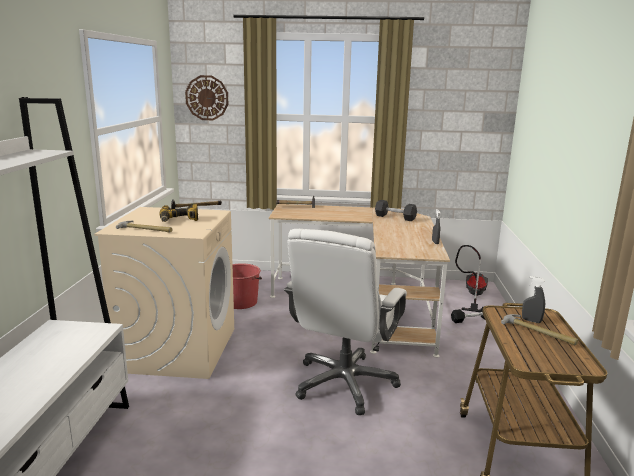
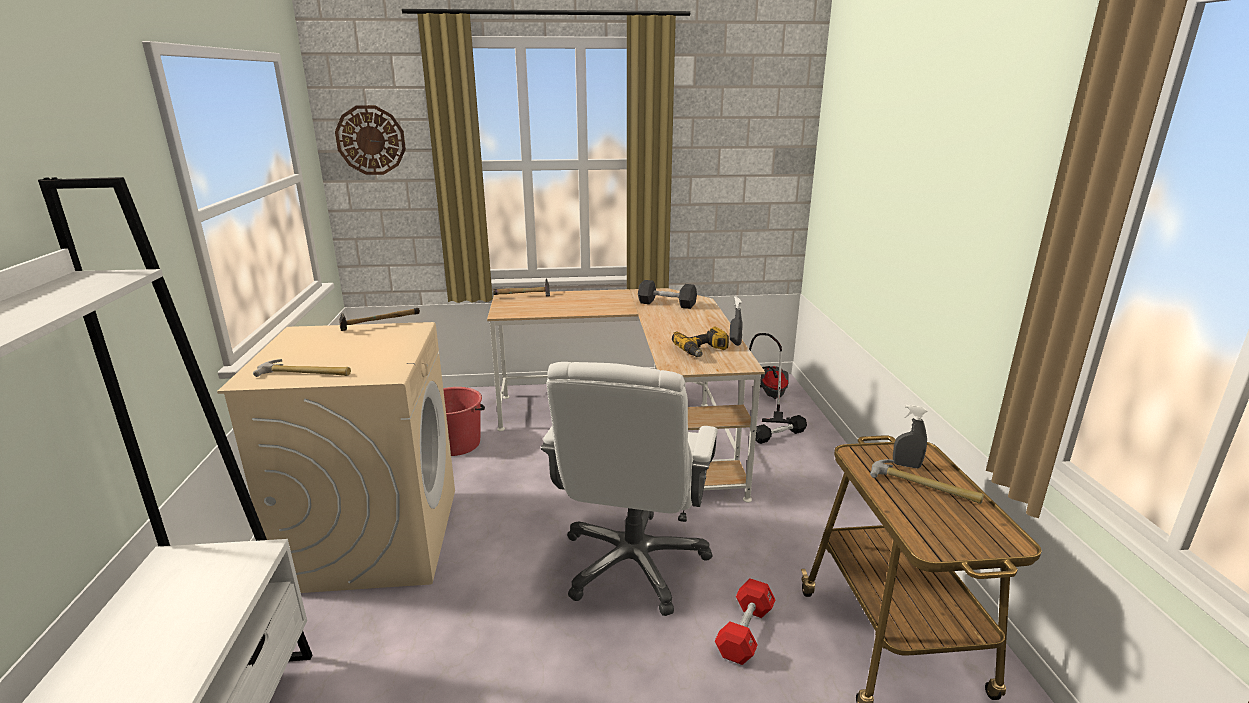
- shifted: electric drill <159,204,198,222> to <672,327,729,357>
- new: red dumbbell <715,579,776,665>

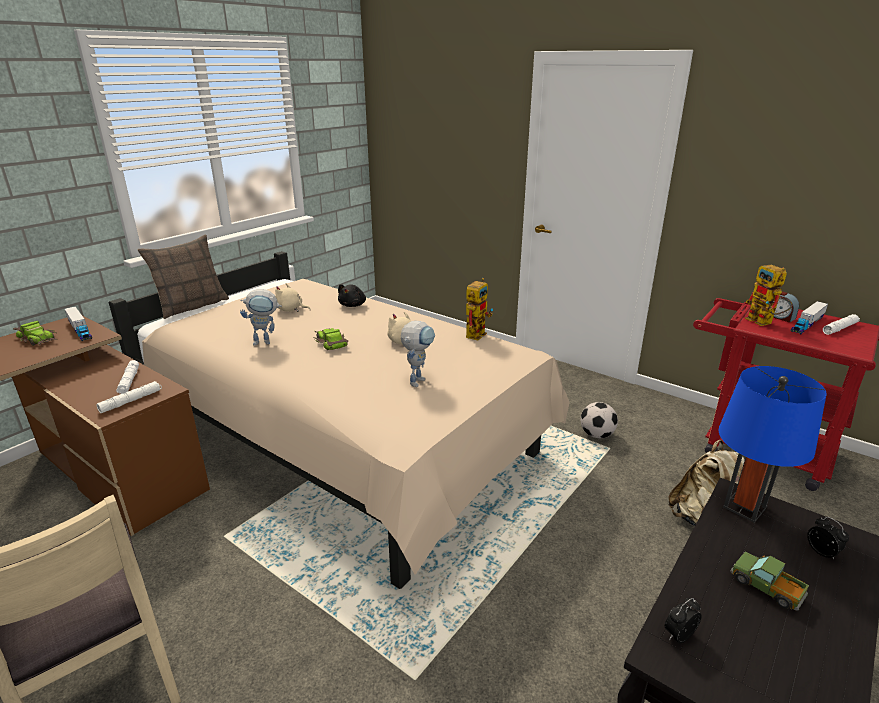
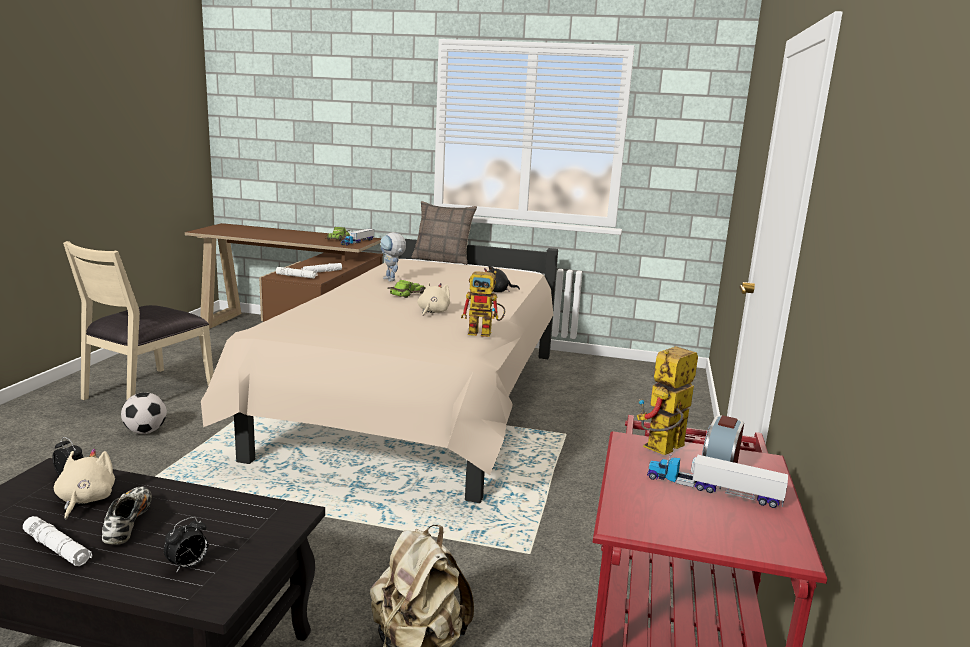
- shifted: sand-coloured cuddly toy <275,283,311,312> to <54,449,115,520>
- gone: robot figure <401,321,435,387>
- shifted: football ball <580,402,618,438> to <121,392,167,434>
- gone: blue-coloured table lamp <718,366,827,523>
- swapped: toy lorry <730,552,809,611> to shoe <102,486,152,545>
- shifted: whitish flashlight <823,314,860,335> to <23,516,92,566>

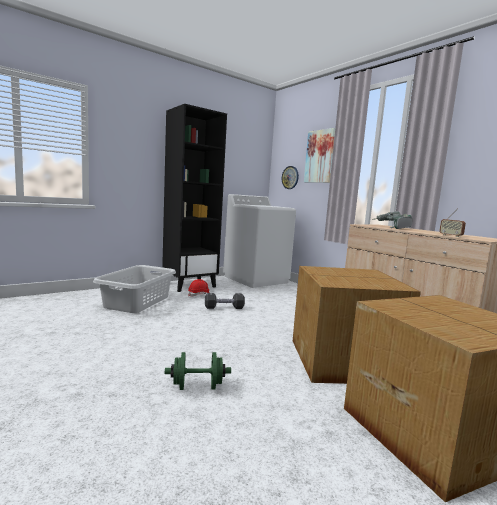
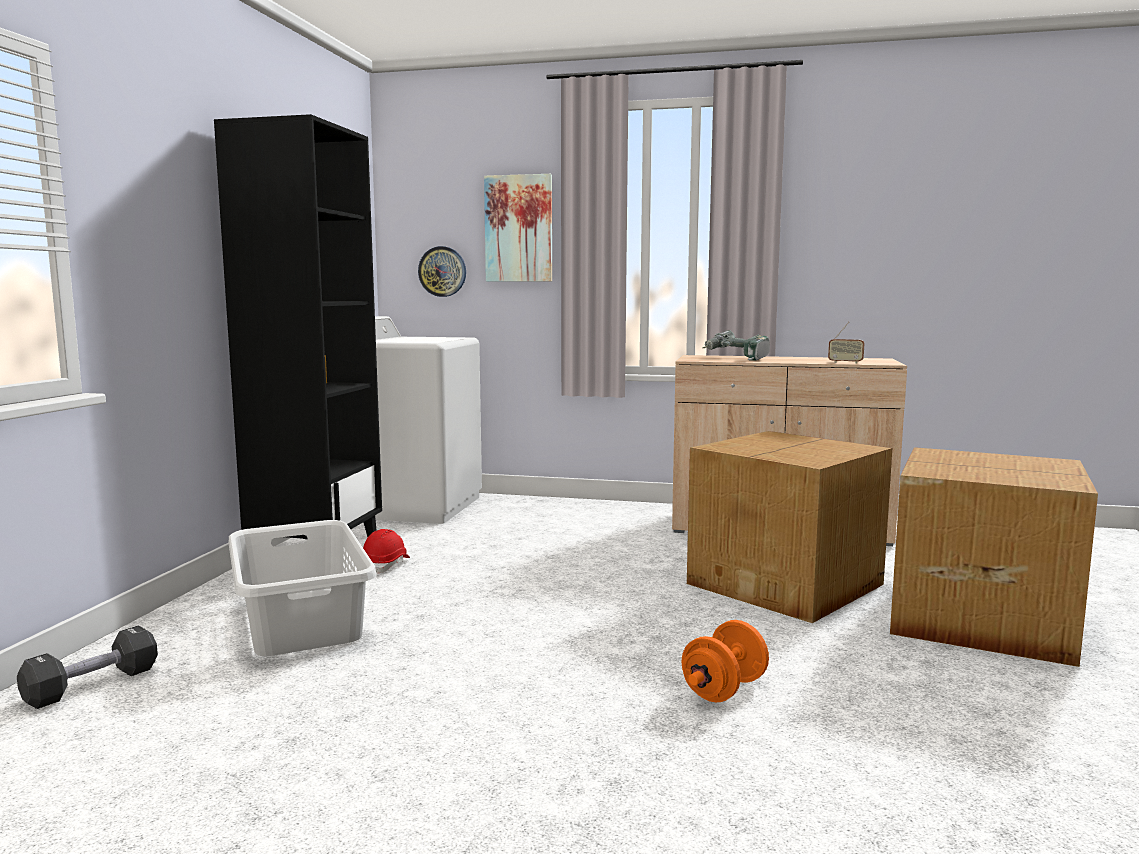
- repainted: green dumbbell <165,352,231,390> to orange-coloured dumbbell <682,620,769,702>
- shifted: black dumbbell <205,293,245,309> to <17,626,158,709>

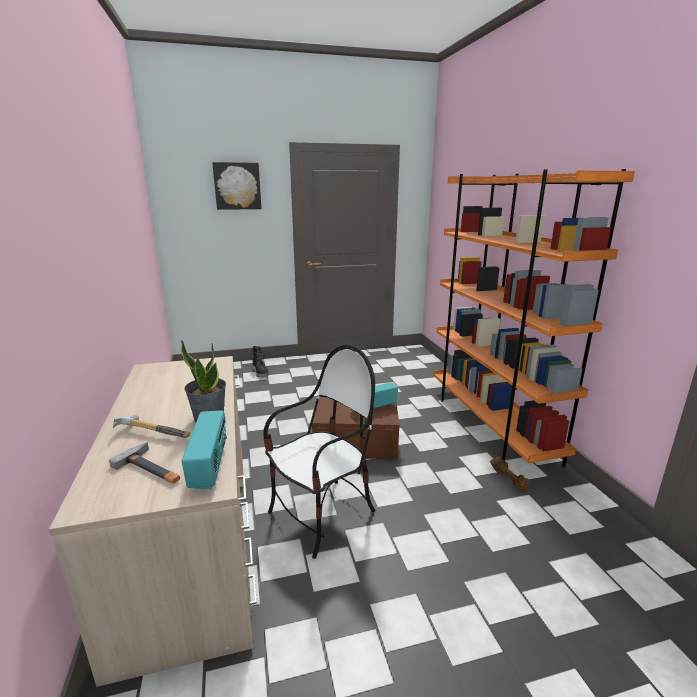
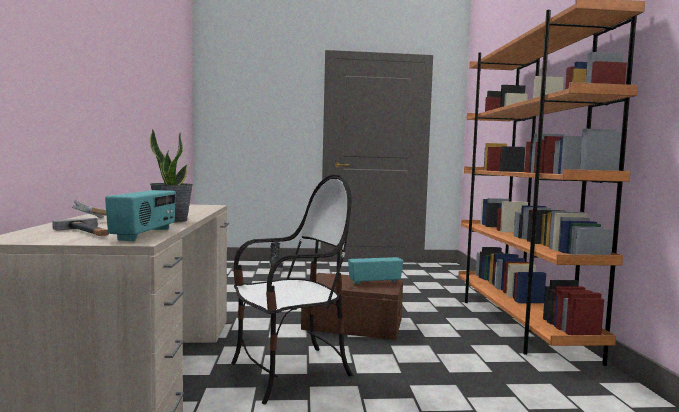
- gone: wall art <212,162,261,210>
- gone: brown-coloured dumbbell <490,456,530,491>

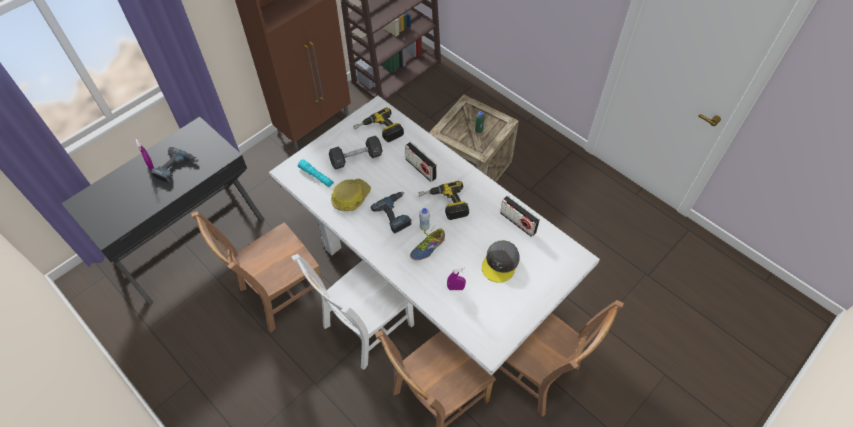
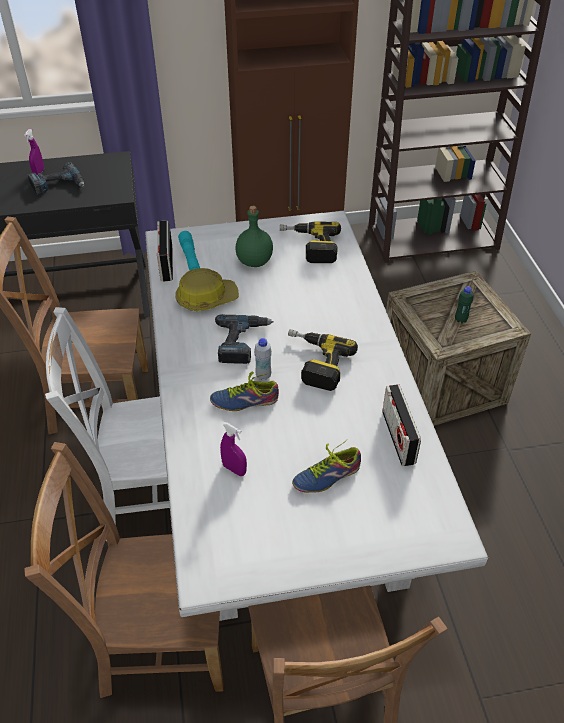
- swapped: black dumbbell <329,136,383,169> to green beverage bottle <236,206,273,267>
- shifted: radio receiver <405,142,437,182> to <157,221,173,281>
- swapped: greyish peaked cap <482,240,520,283> to shoe <292,440,361,493>

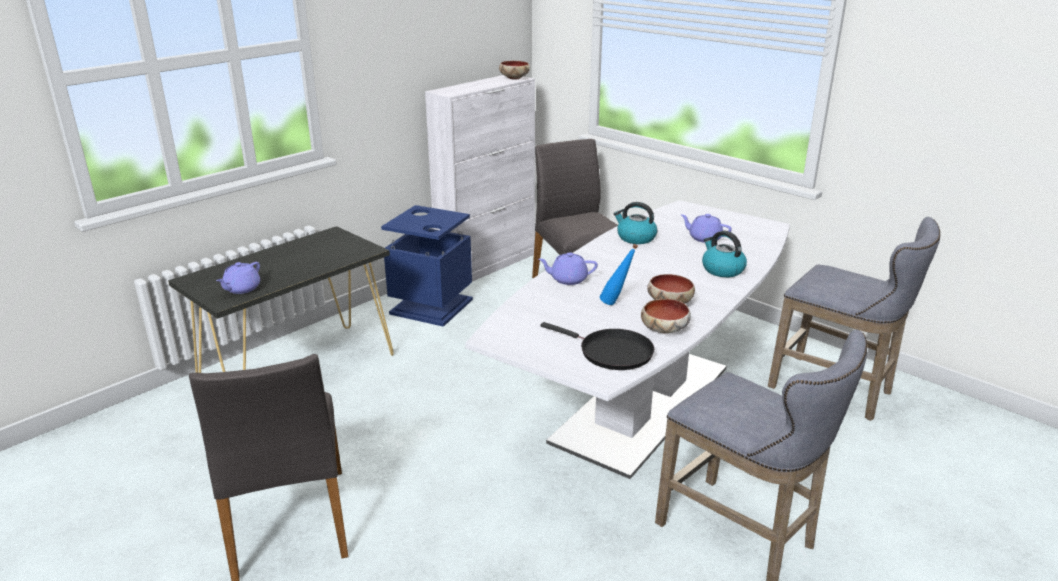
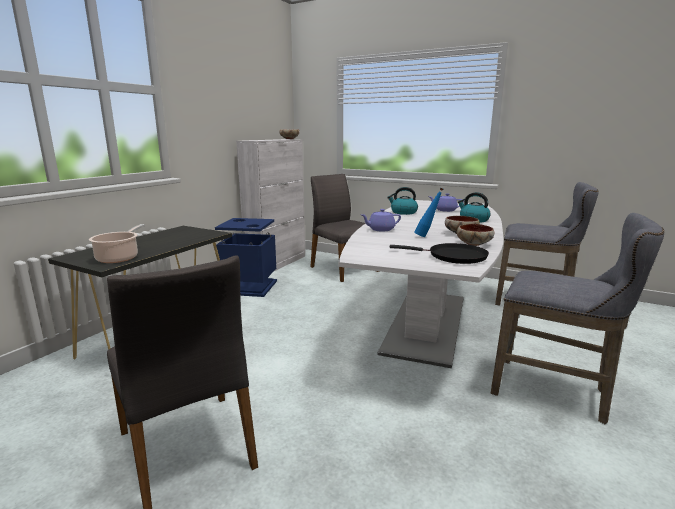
- swapped: purple tea pot <216,262,260,294> to cooking pot <89,224,145,263>

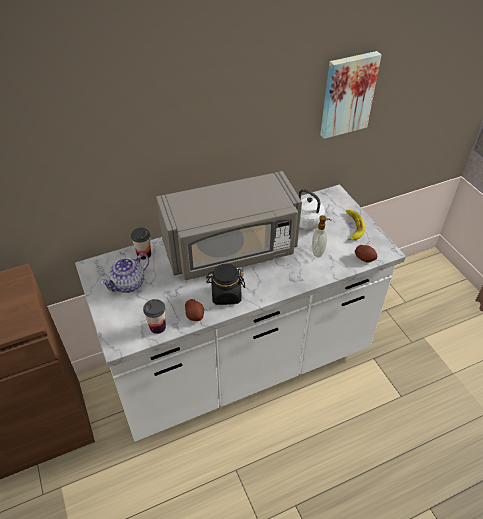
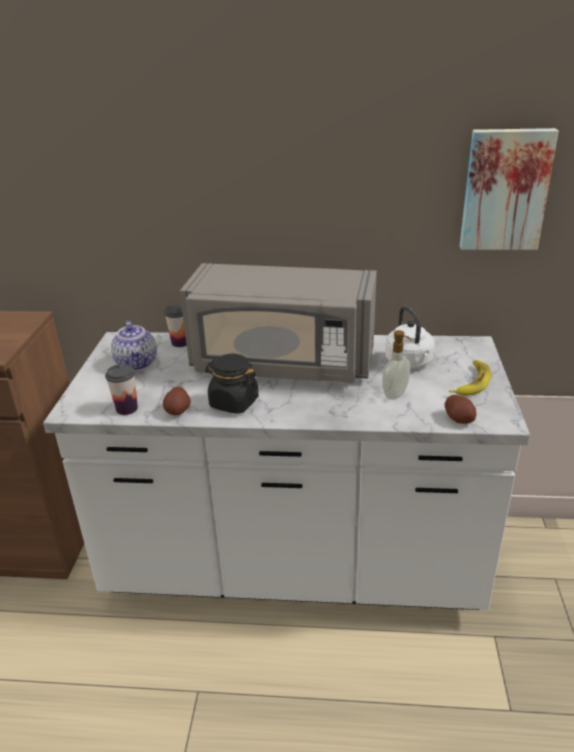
- rotated: tea pot <100,253,149,293> = <111,320,157,370> 90 degrees counterclockwise

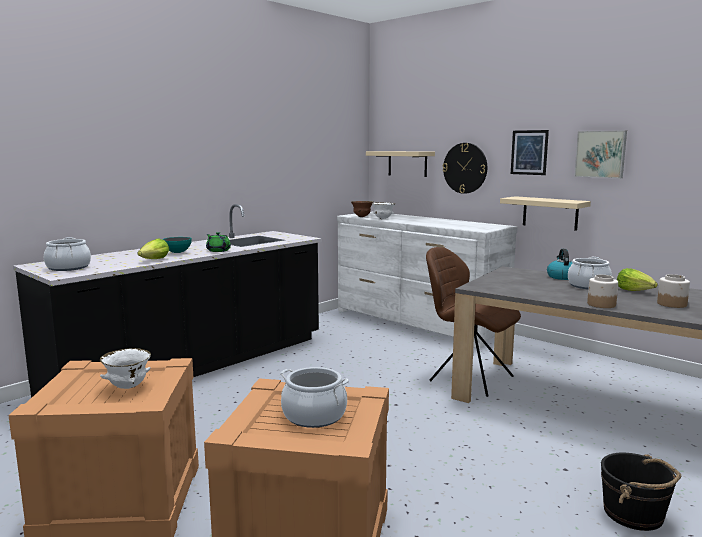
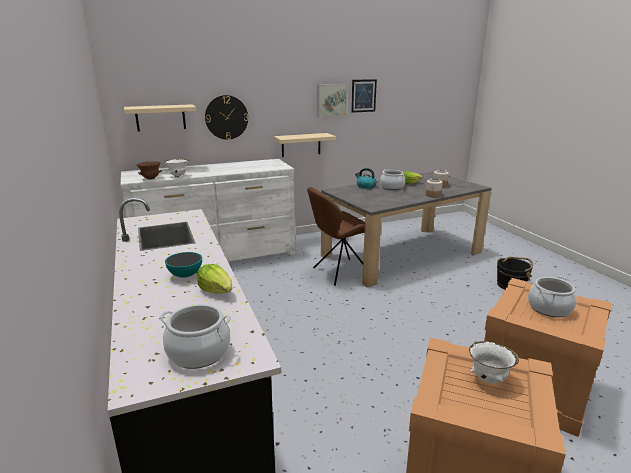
- gone: green tea pot <206,232,231,252>
- shifted: wall art <511,130,549,175> to <351,79,377,113>

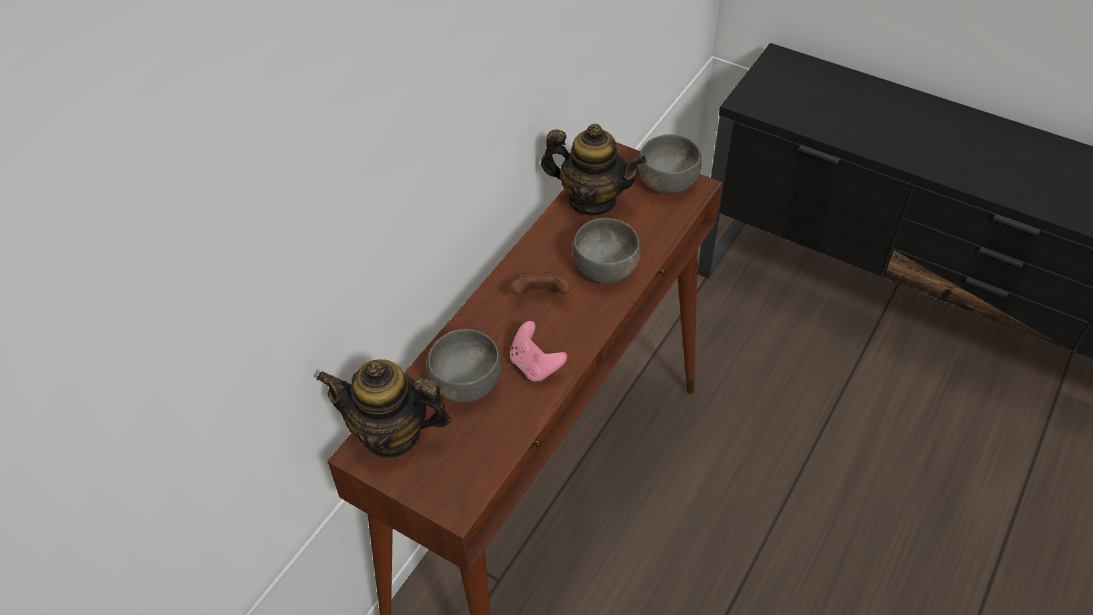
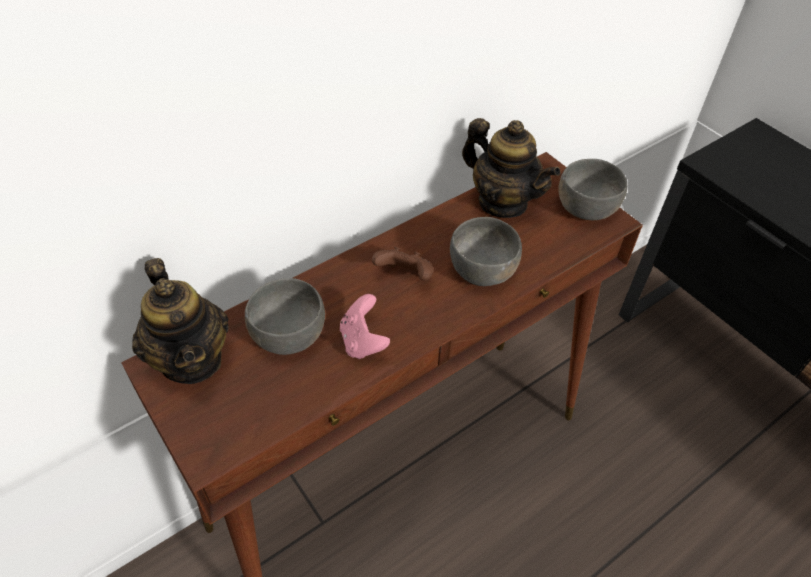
- rotated: tea pot <317,359,452,459> = <132,258,229,384> 150 degrees counterclockwise

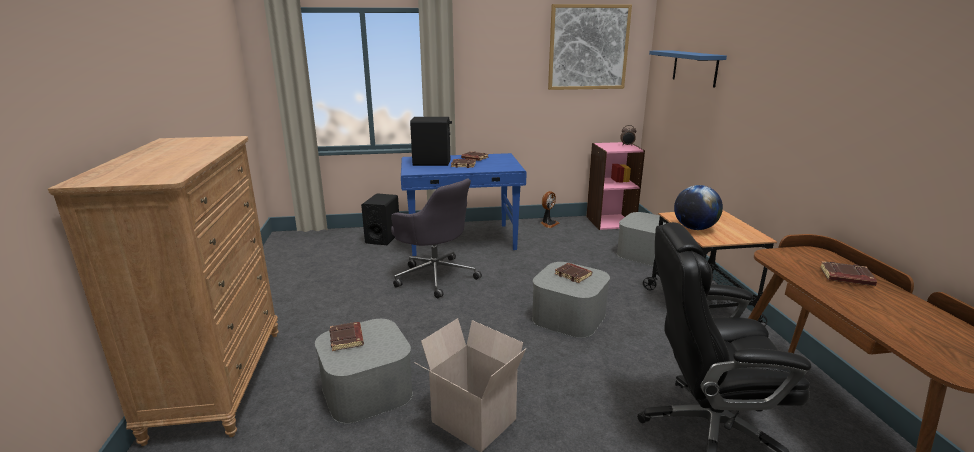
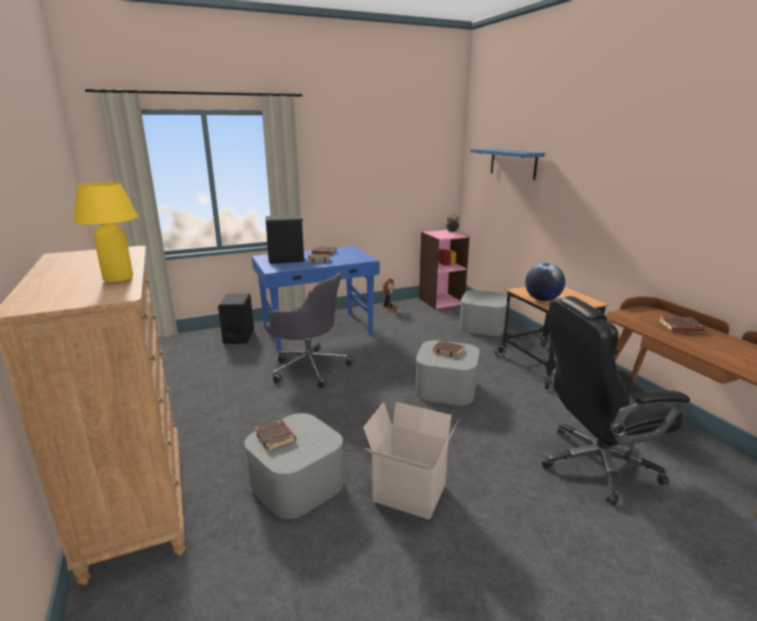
- gone: wall art <548,4,632,90>
- new: yellowish table lamp <73,182,138,282>

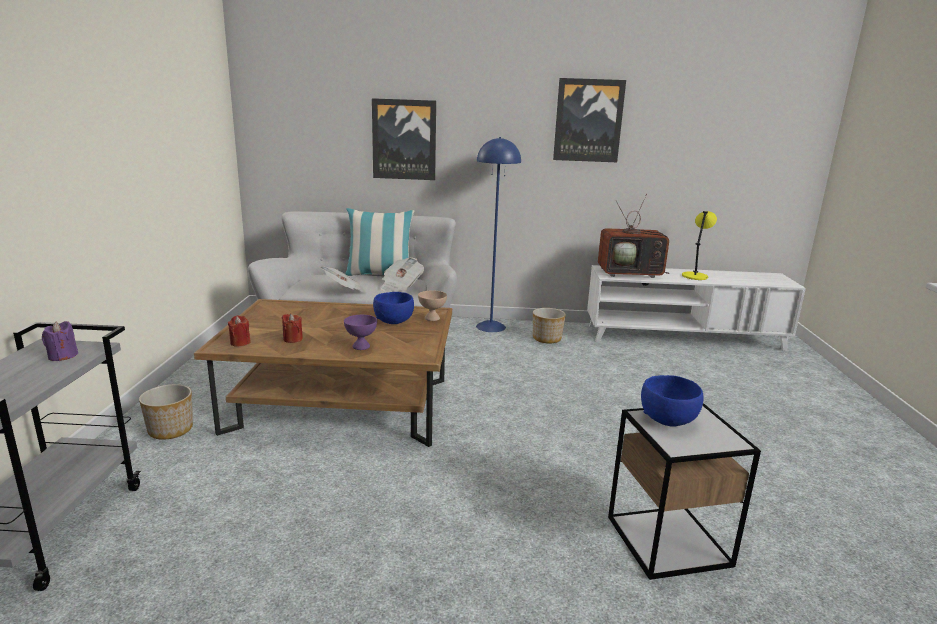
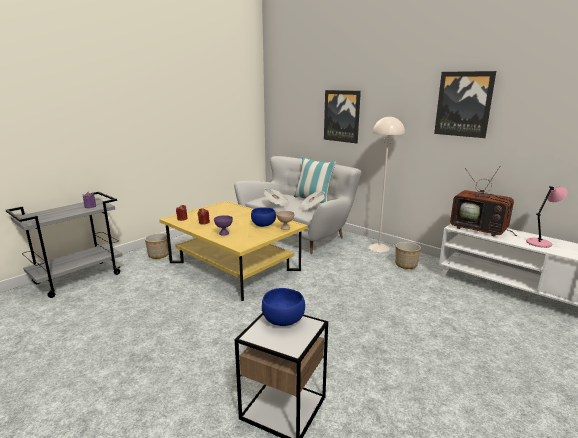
- repainted: brown-coloured coffee table <194,299,452,447> to yellowish coffee table <159,201,308,301>
- repainted: blue-coloured standard lamp <476,137,521,332> to sand-coloured standard lamp <368,116,405,252>
- repainted: yellowish table lamp <682,211,717,280> to pink table lamp <526,186,568,248>

